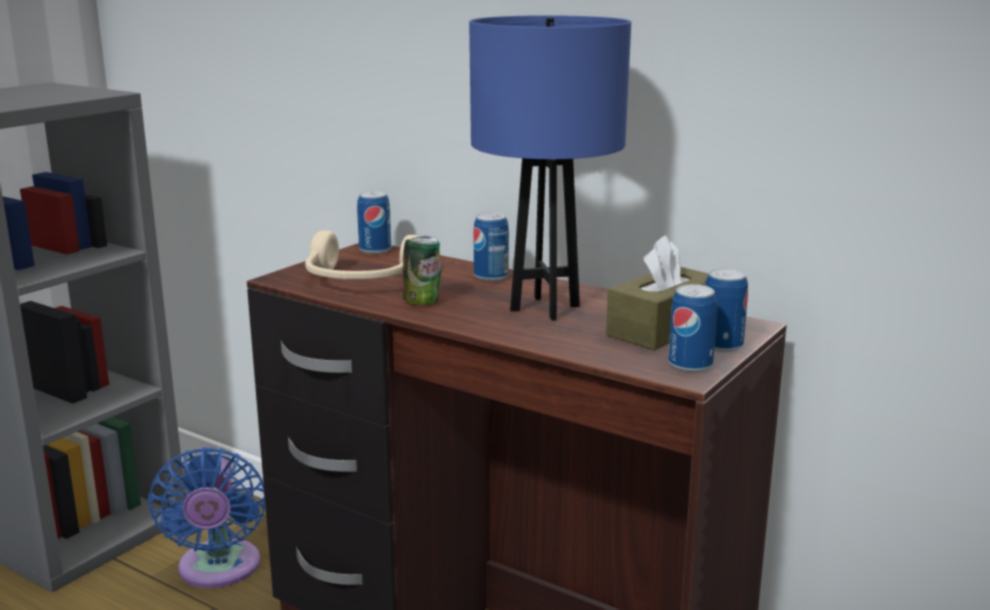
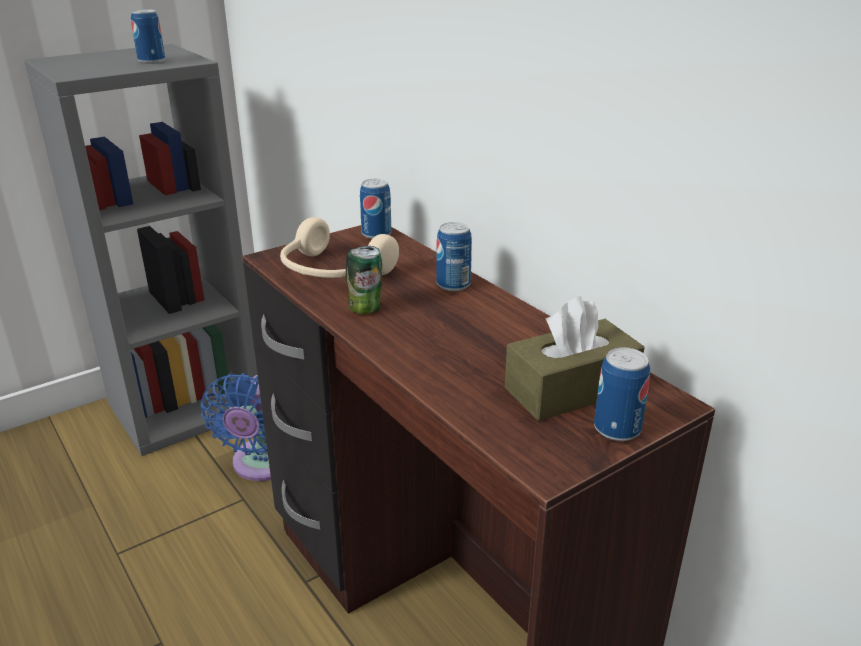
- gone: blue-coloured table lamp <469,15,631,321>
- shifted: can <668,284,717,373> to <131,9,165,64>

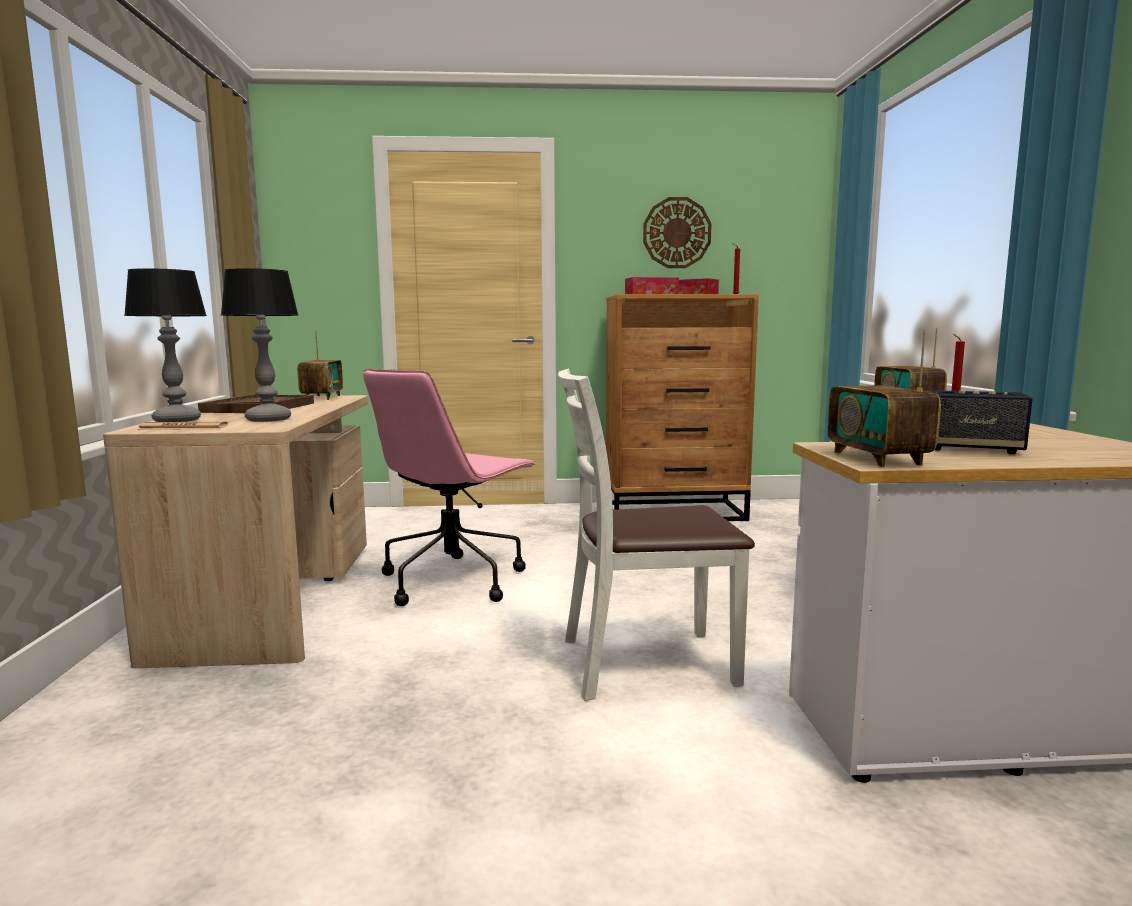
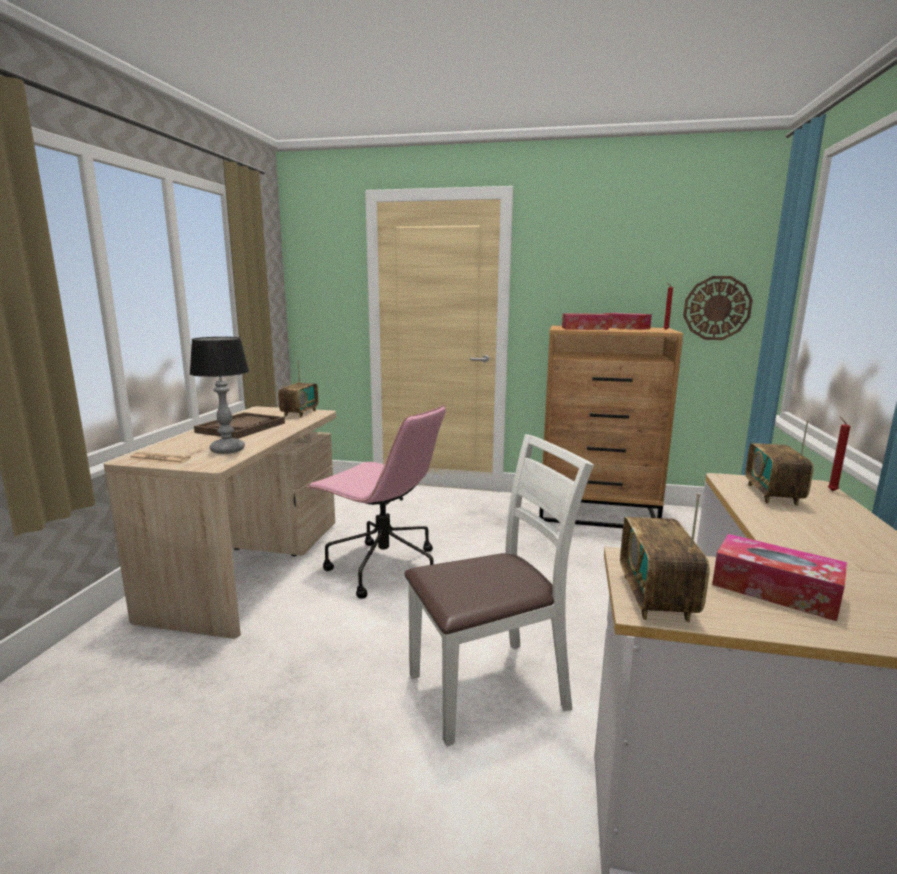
- gone: table lamp <124,268,207,422>
- rotated: pink office chair <363,369,536,606> = <307,405,446,599> 105 degrees counterclockwise
- rotated: whitish chair <558,369,755,701> = <404,434,594,746> 150 degrees clockwise
- shifted: hanging clock <643,197,712,268> to <683,276,753,340>
- swapped: audio speaker <926,390,1033,454> to tissue box <712,534,847,621>

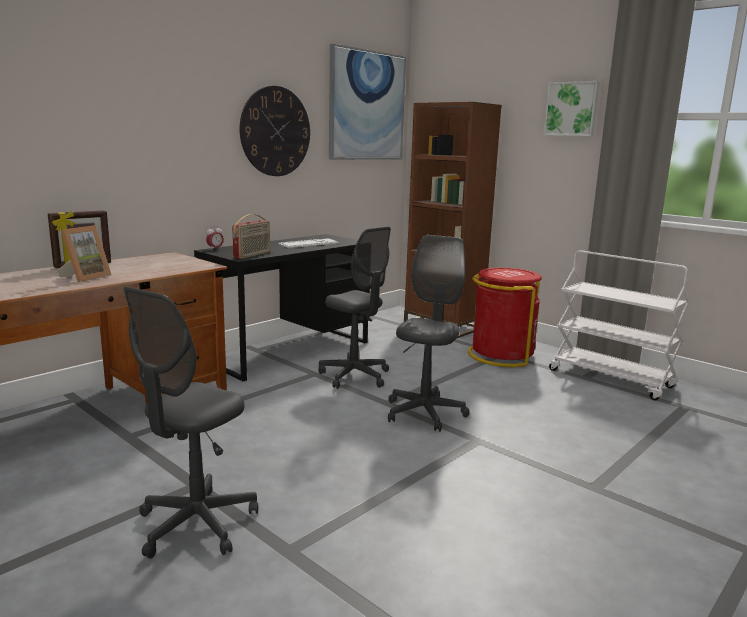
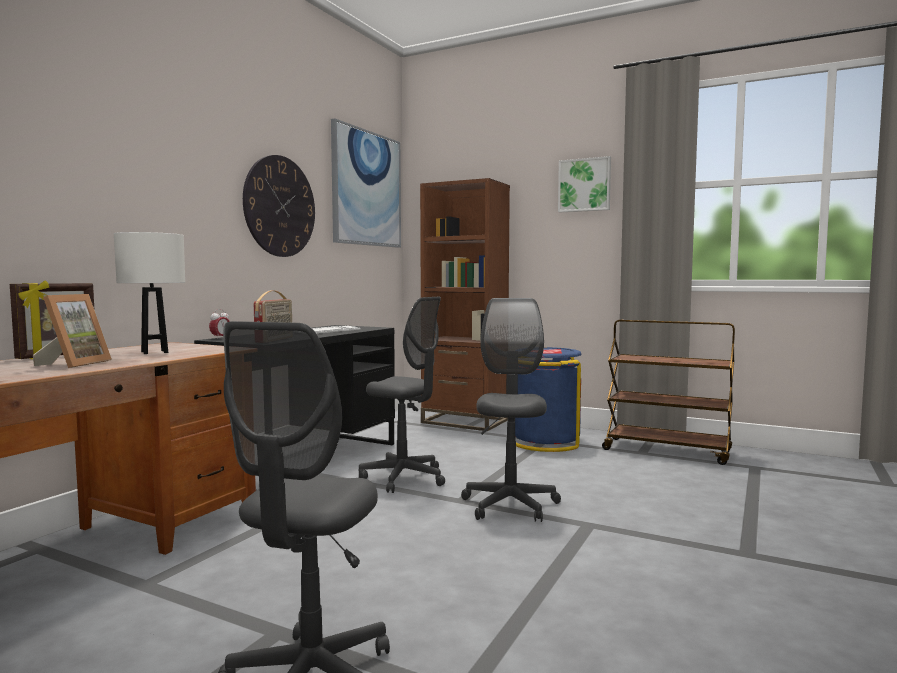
- repainted: red rubbish bin <468,267,542,367> to blue-coloured rubbish bin <515,347,582,452>
- repainted: whitish trolley <549,250,689,400> to brown-coloured trolley <602,320,735,465>
- new: whitish table lamp <114,232,185,354>

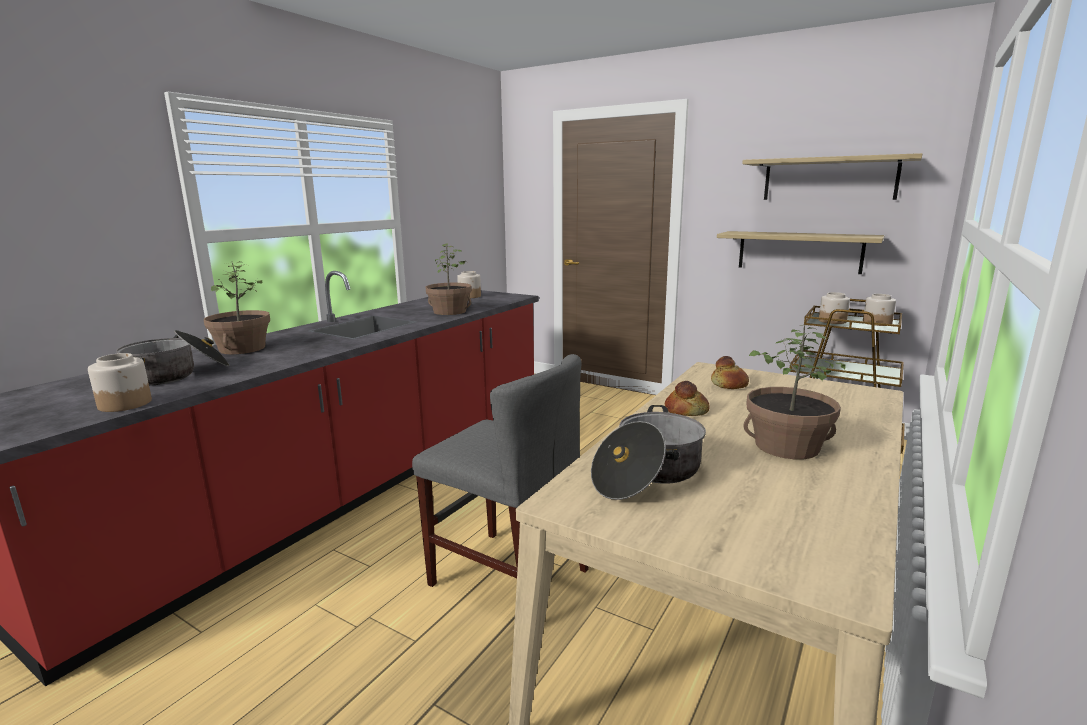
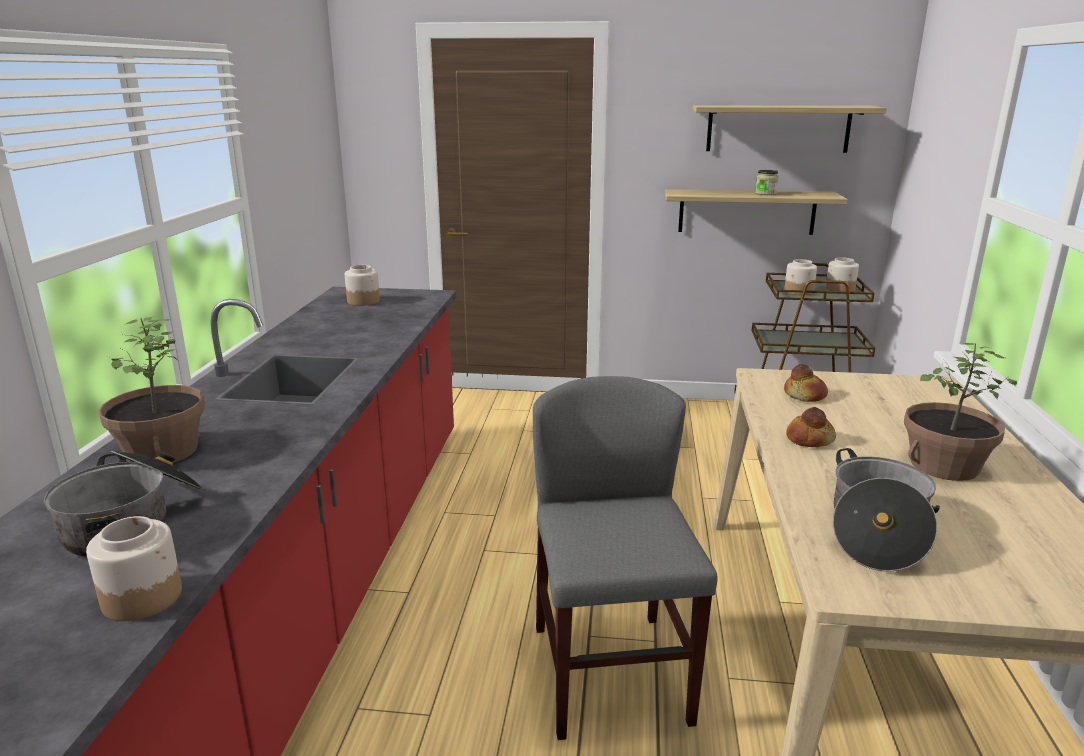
- rotated: greyish chair <412,354,589,587> = <533,376,718,740> 105 degrees counterclockwise
- gone: houseplant <426,243,472,315>
- new: jar <755,170,778,195>

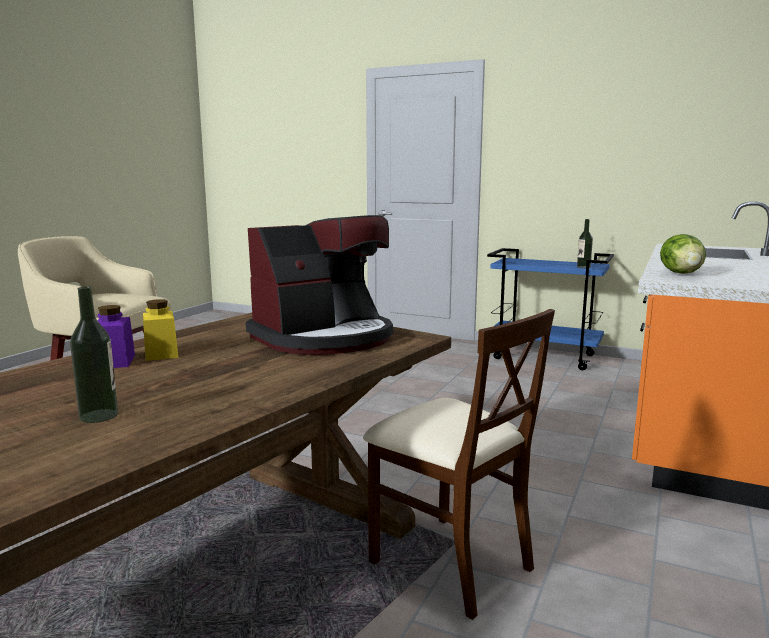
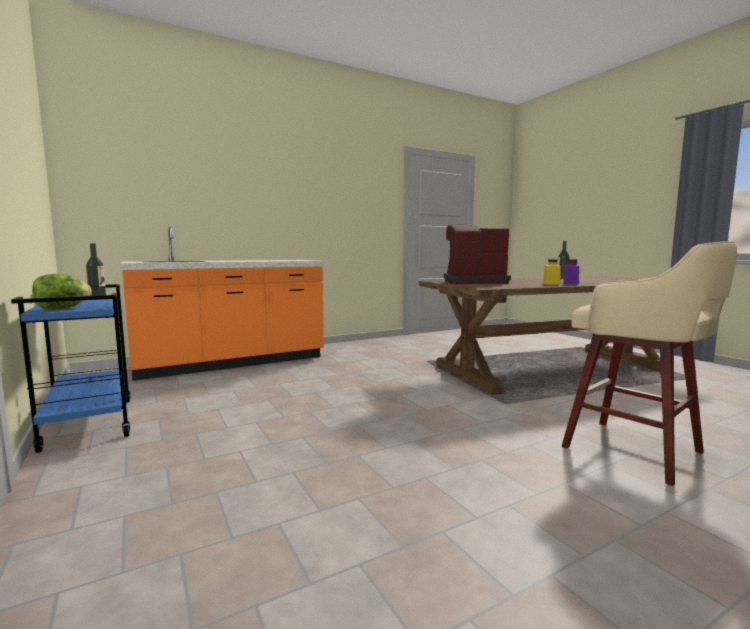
- gone: sand-coloured chair <363,309,555,620>
- shifted: lettuce head <660,234,706,274> to <32,274,92,310>

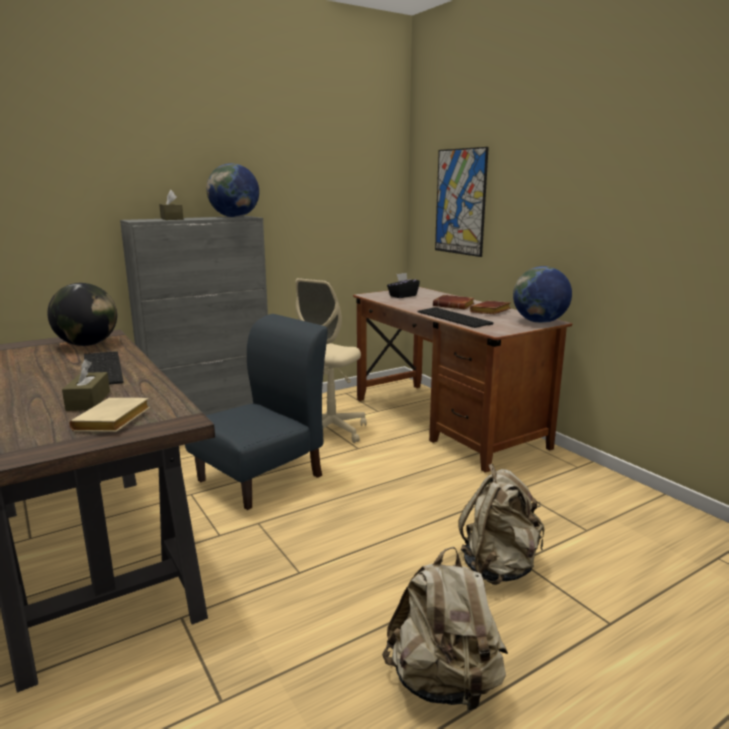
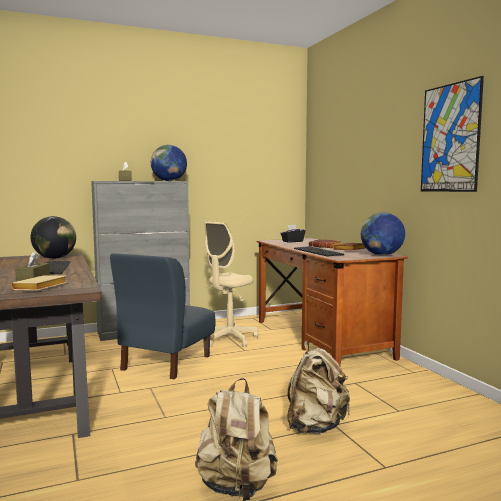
- rotated: blue-coloured chair <185,314,328,510> = <110,253,216,379> 150 degrees clockwise
- shifted: wall art <435,147,489,257> to <421,76,484,192>

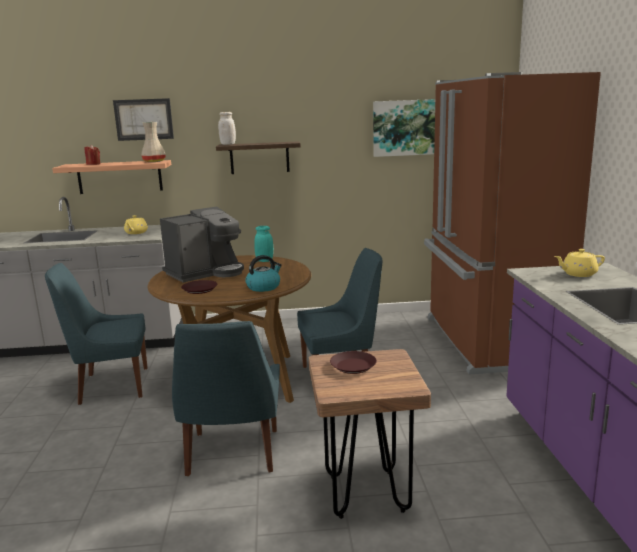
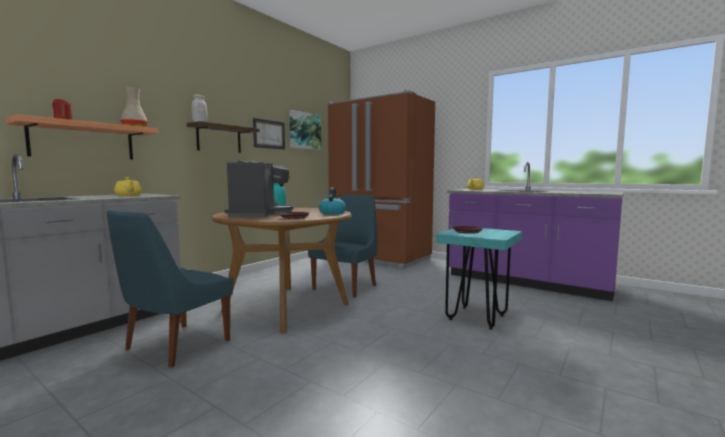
- shifted: wall art <113,98,174,141> to <253,118,285,150>
- gone: blue-coloured chair <172,321,280,476>
- repainted: brown-coloured stool seat <309,349,431,519> to blue-green stool seat <437,228,522,329>

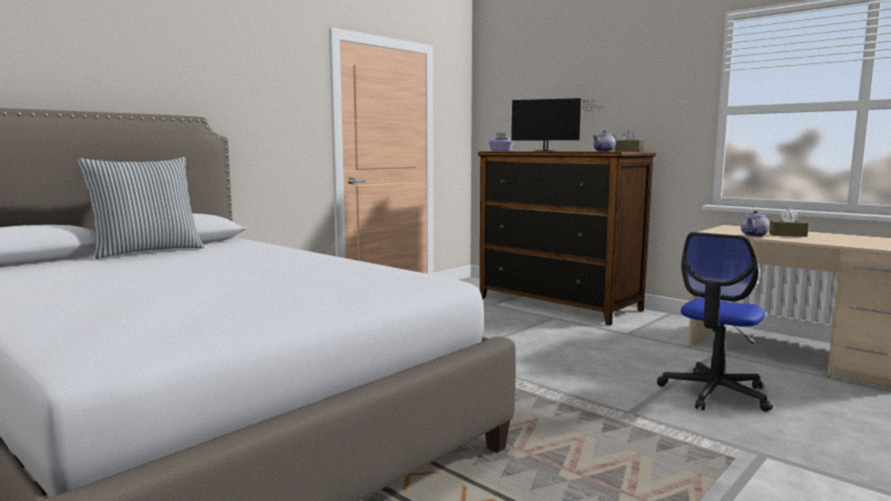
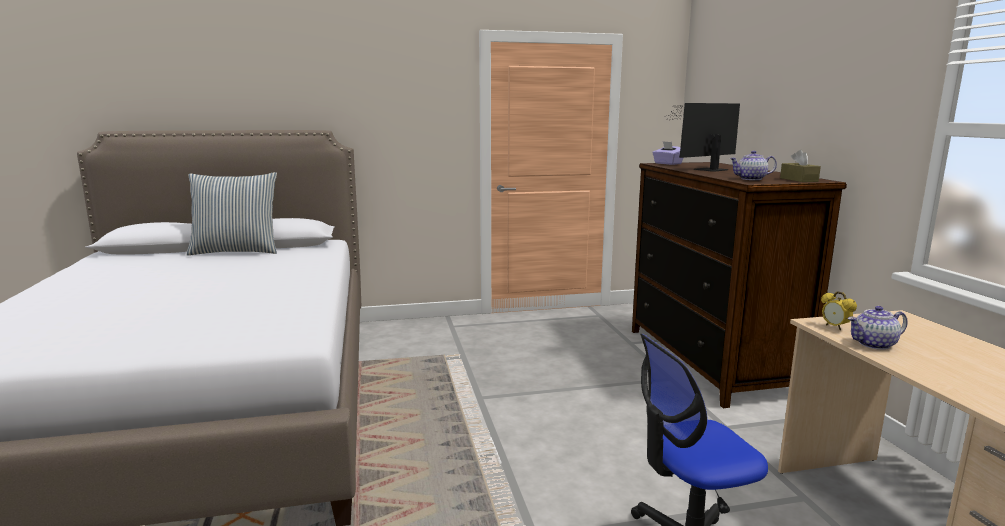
- rotated: monitor <511,98,603,151> = <664,103,740,172> 90 degrees clockwise
- gone: brown-coloured tissue box <769,209,809,237>
- new: alarm clock <821,291,857,330>

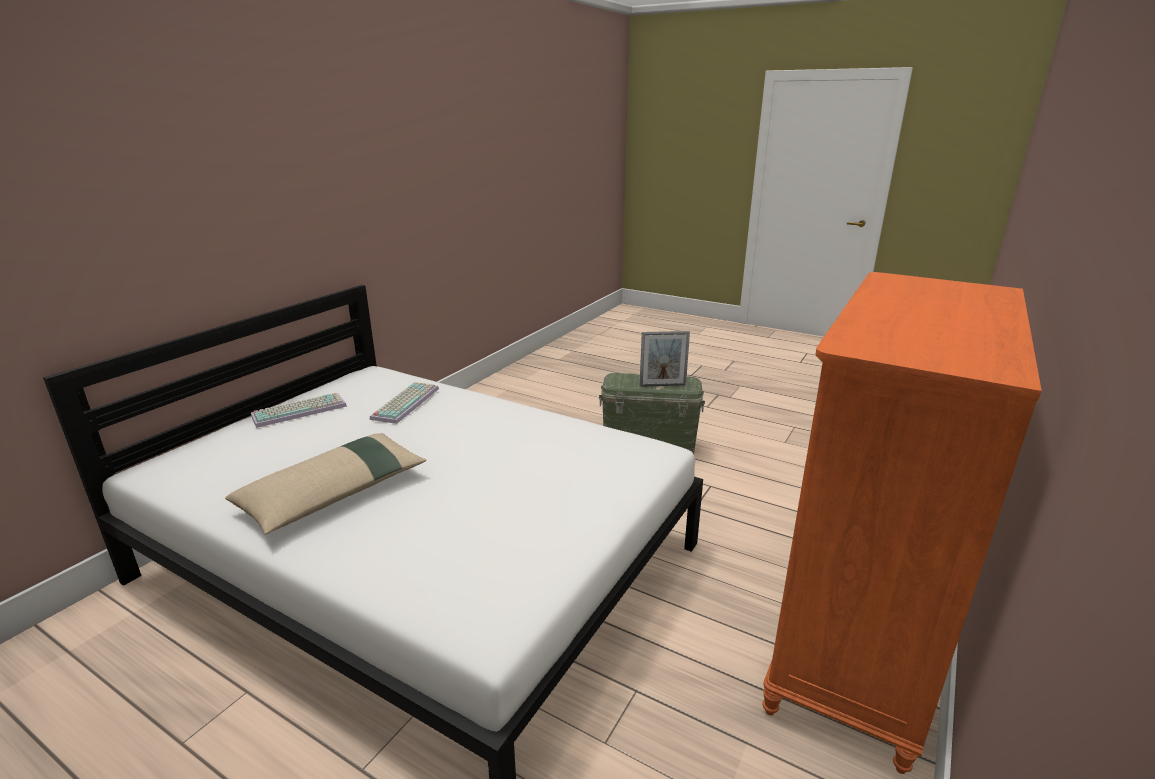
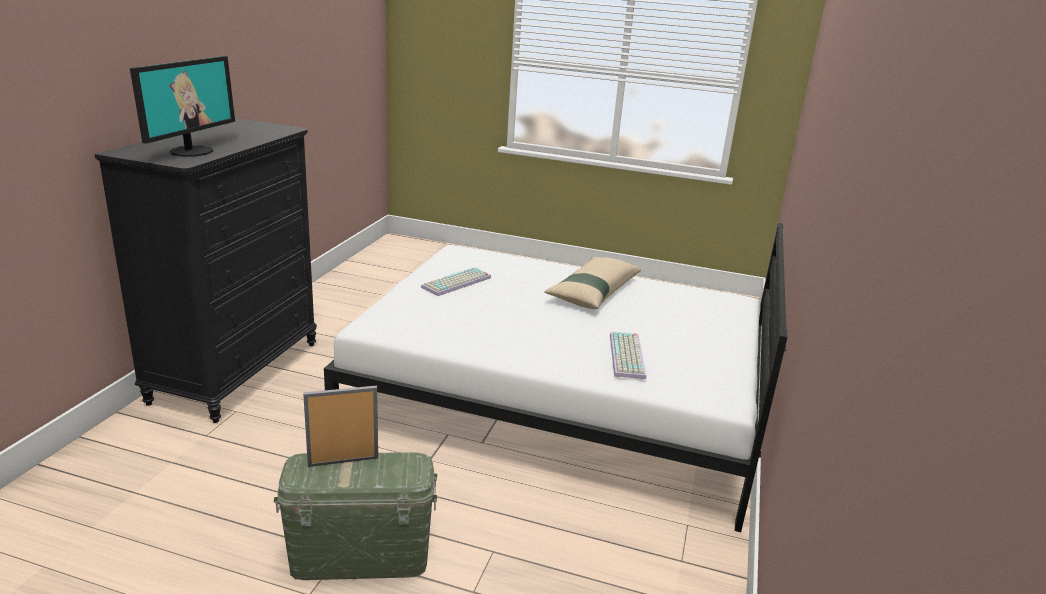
- shifted: computer keyboard <251,393,347,428> to <421,267,491,296>
- repainted: orange-coloured drawer chest <763,272,1042,774> to black drawer chest <95,118,317,423>
- new: monitor <130,56,235,157>

